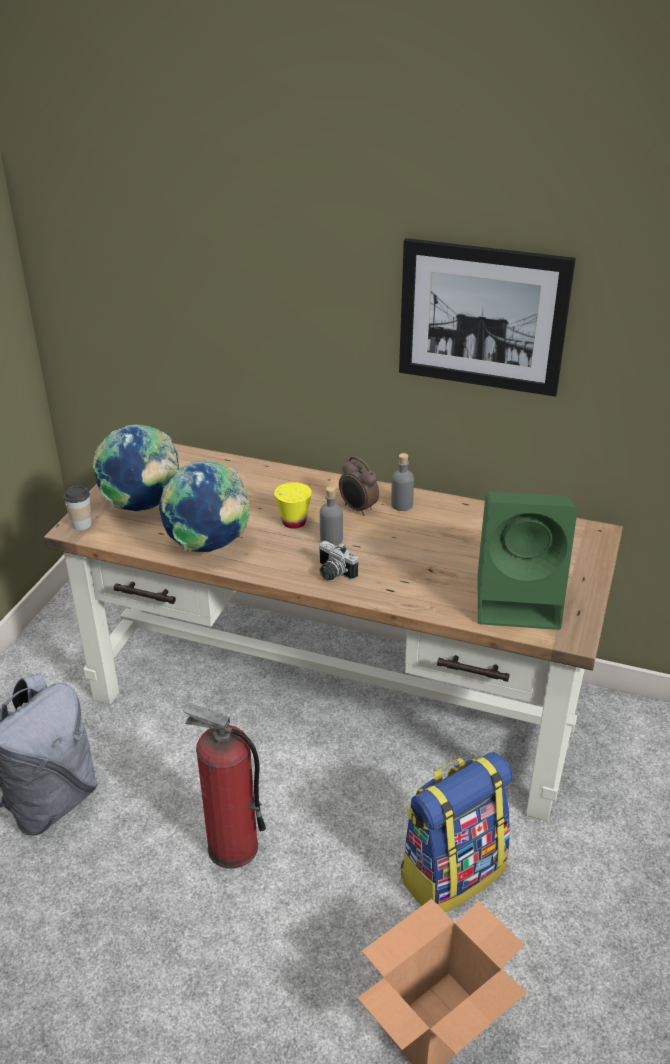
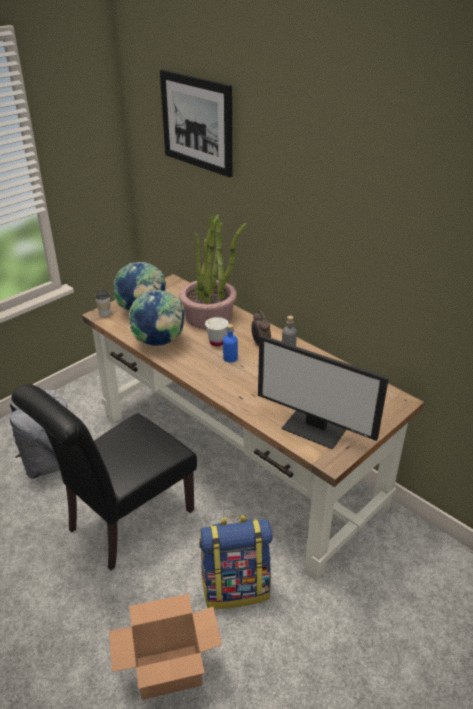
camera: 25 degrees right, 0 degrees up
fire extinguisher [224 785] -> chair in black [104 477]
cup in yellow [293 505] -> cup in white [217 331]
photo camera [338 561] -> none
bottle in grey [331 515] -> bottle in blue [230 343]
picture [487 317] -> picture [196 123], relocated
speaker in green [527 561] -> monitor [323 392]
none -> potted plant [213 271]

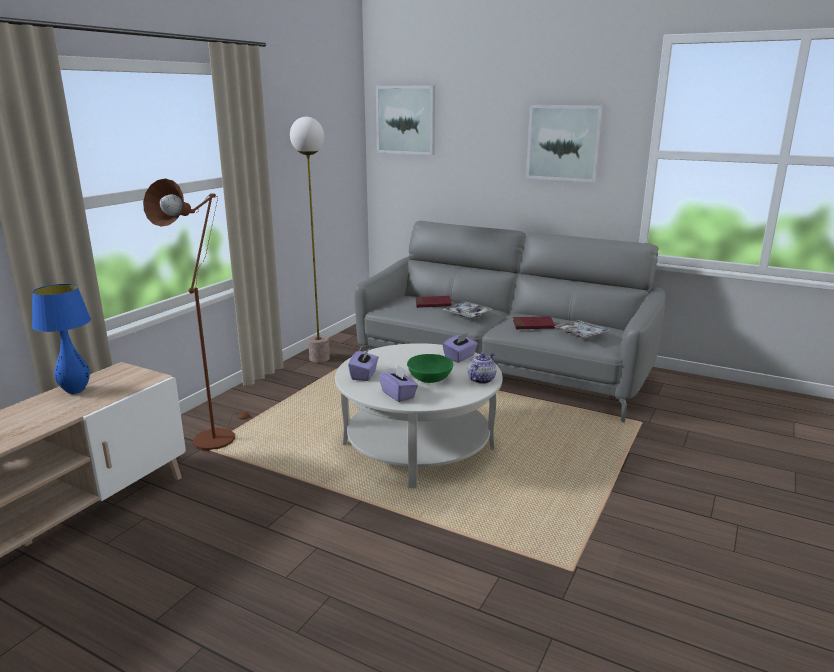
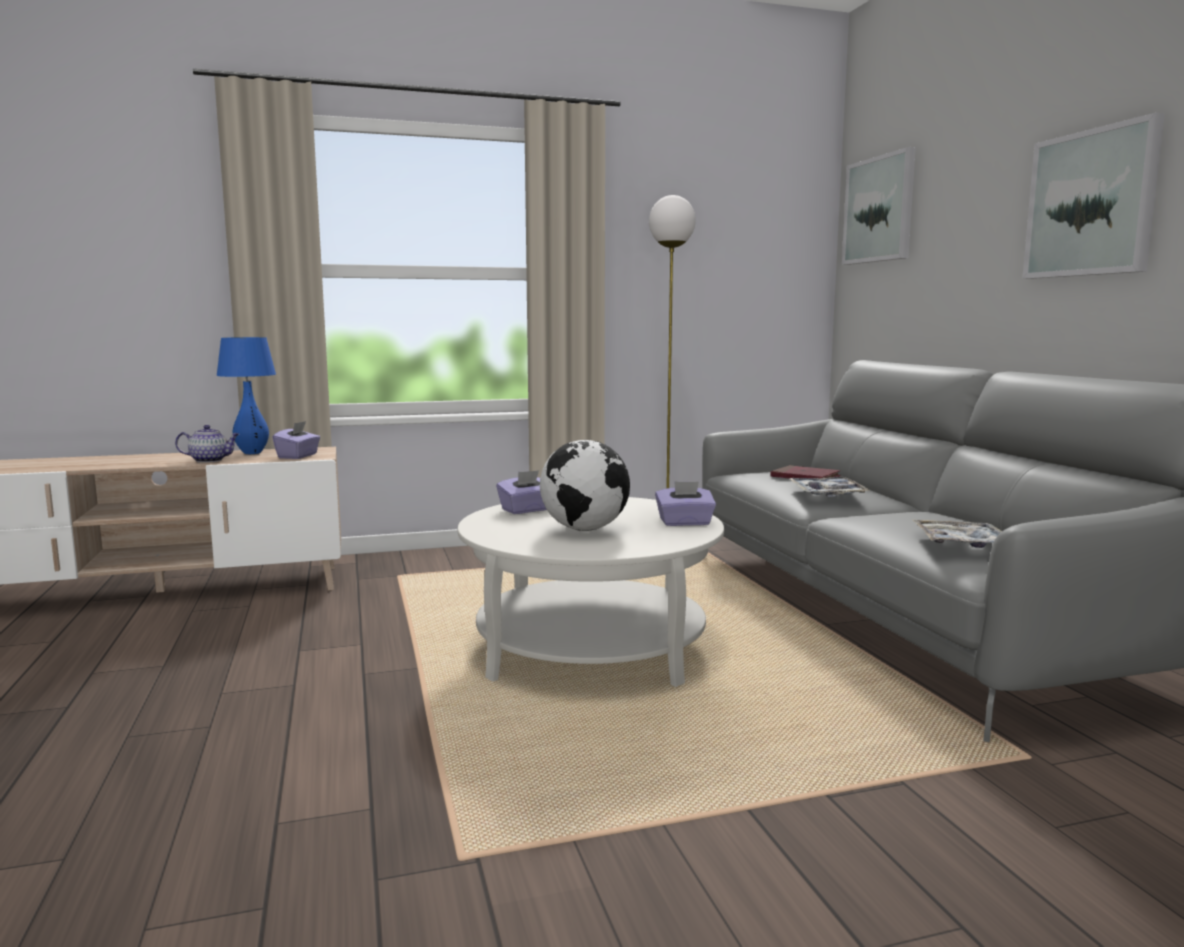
camera: 45 degrees right, 10 degrees down
floor lamp in brown [196 314] -> none
tissue box in purple [398 383] -> tissue box in purple [296 440], relocated
bowl in green [430 368] -> globe [585 485]
teapot [482 369] -> teapot [207 444], relocated
book in red [534 322] -> none

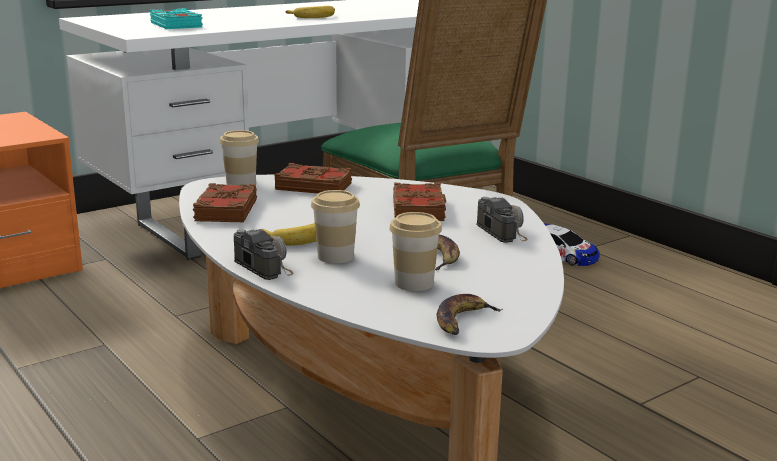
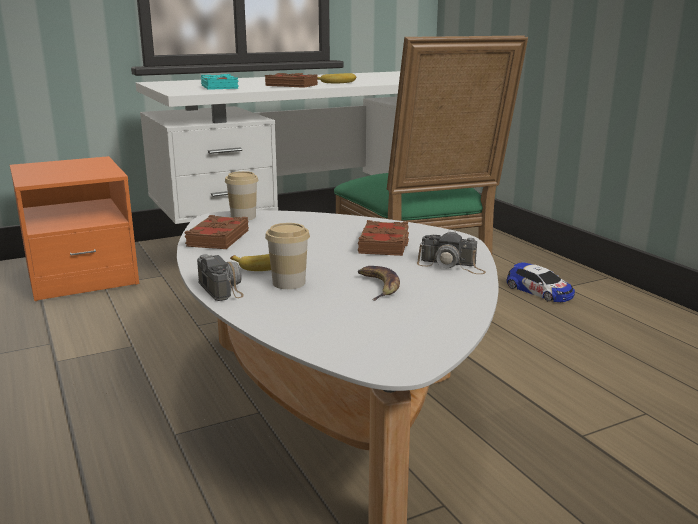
camera: 10 degrees right, 0 degrees up
book in brown [313 178] -> book in brown [291 80], relocated
cup [415 251] -> none
banana [470 314] -> none
photo camera [502 220] -> photo camera [451 252], 120 degrees clockwise

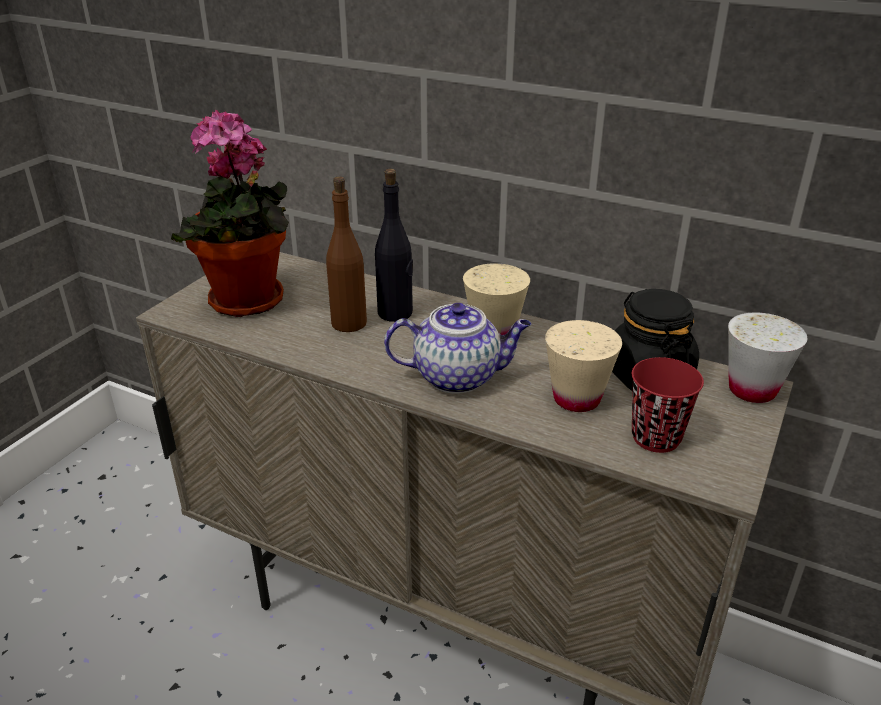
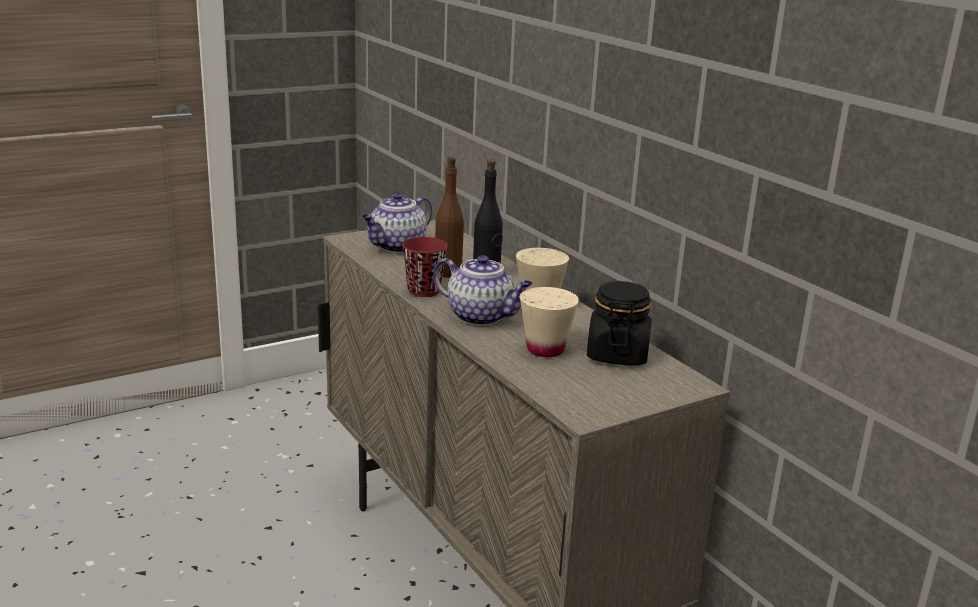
camera: 30 degrees right, 10 degrees down
potted plant [230 213] -> teapot [397 223]
cup in red [668 405] -> cup in red [425 267], relocated
cup in white [767 358] -> none

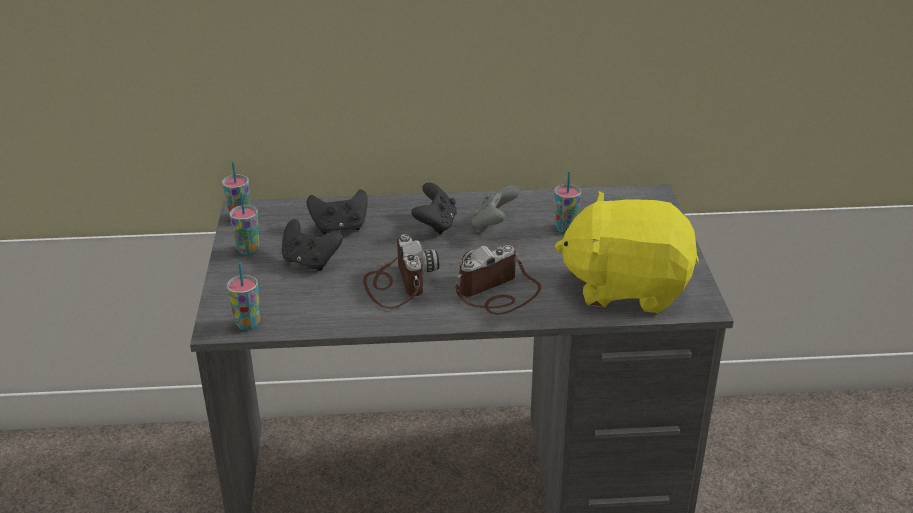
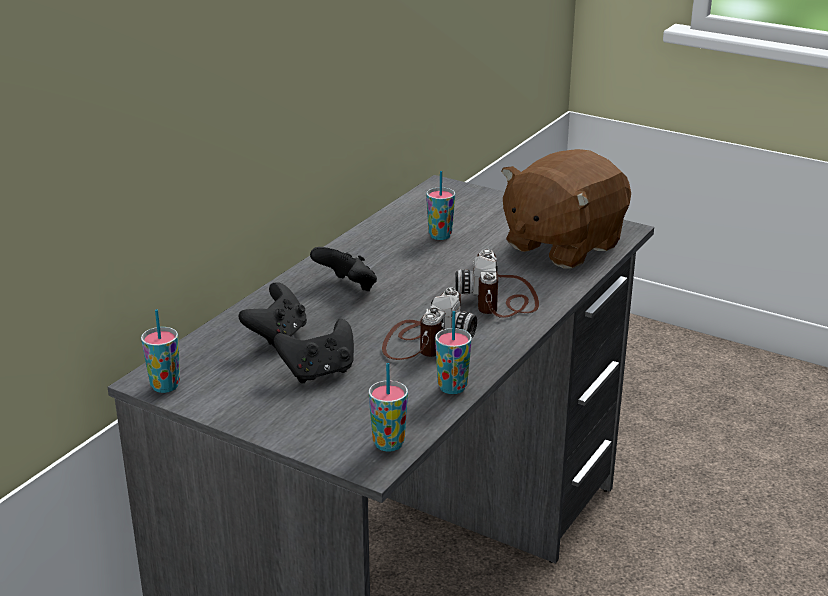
camera: 55 degrees left, 5 degrees down
cup [245 223] -> cup [453 352], relocated
photo camera [401 271] -> photo camera [429 324], 90 degrees clockwise
game controller in grey [495 209] -> none
plush toy in yellow [627 252] -> plush toy in brown [566 209]

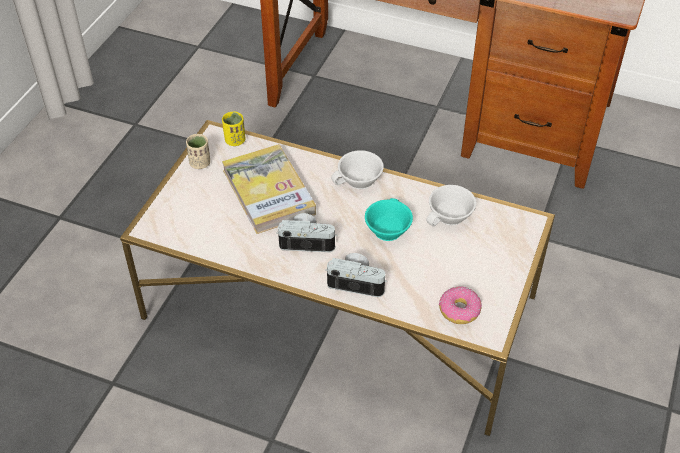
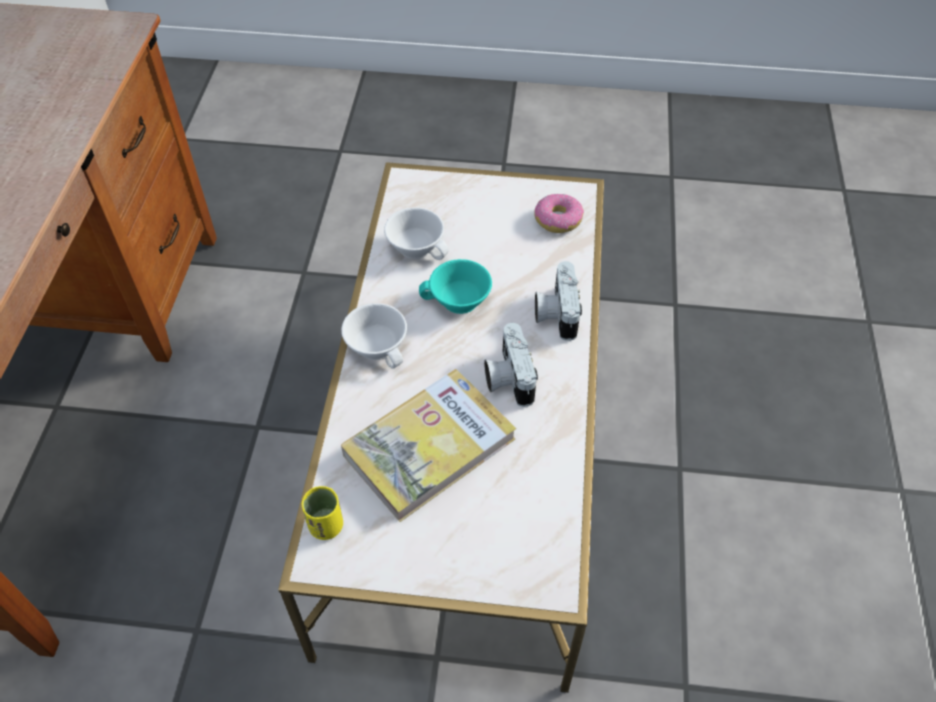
camera: 105 degrees left, 5 degrees up
cup in beige [198 151] -> none

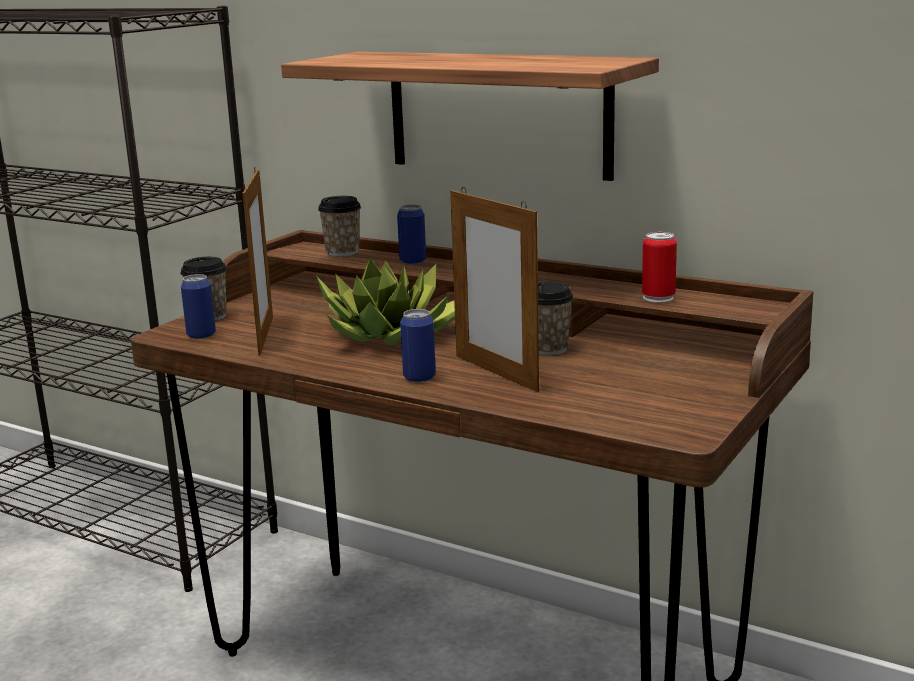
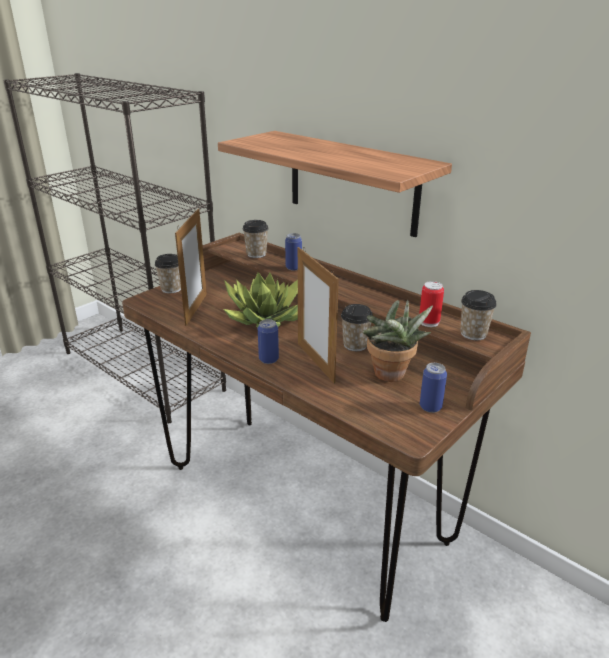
camera: 10 degrees right, 10 degrees up
can [198 306] -> can [433 388], relocated
none -> potted plant [397 341]
none -> cup [479 315]

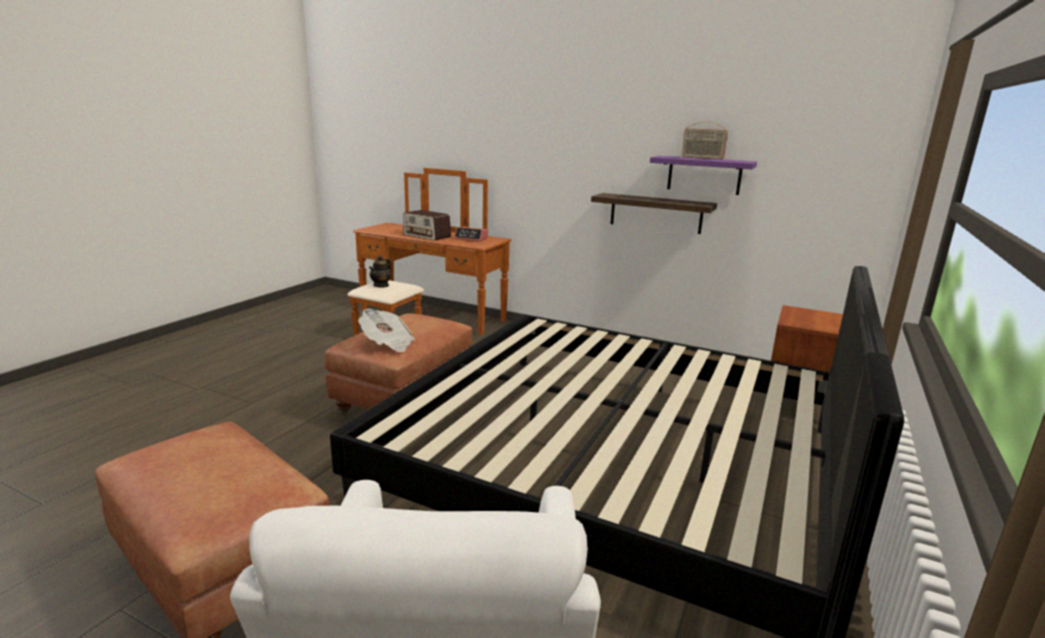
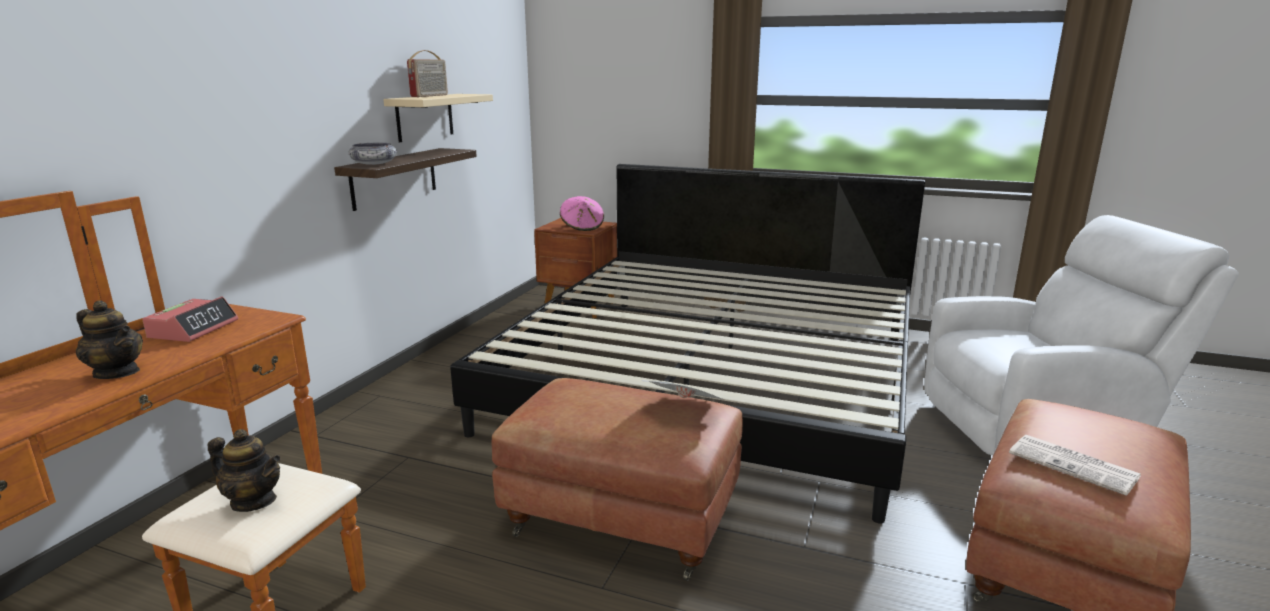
camera: 95 degrees left, 0 degrees up
radio [427 225] -> teapot [109 339]
shelf in purple [703 175] -> shelf in beige [438 118]
none -> bowl [372 154]
none -> hat in pink [582 213]
none -> newspaper [1075 465]

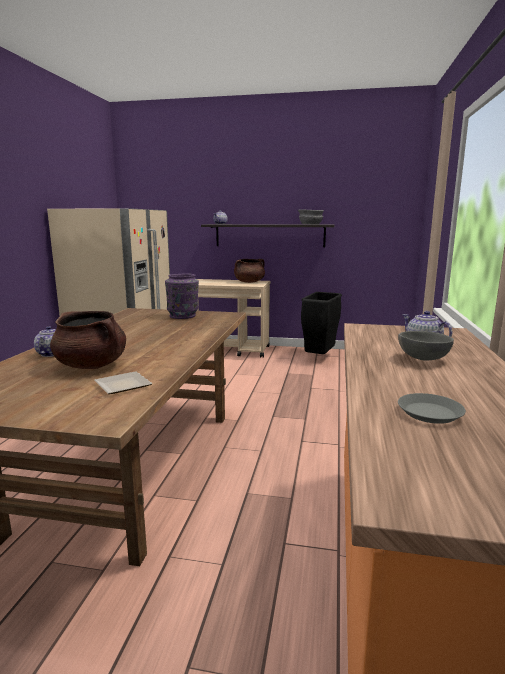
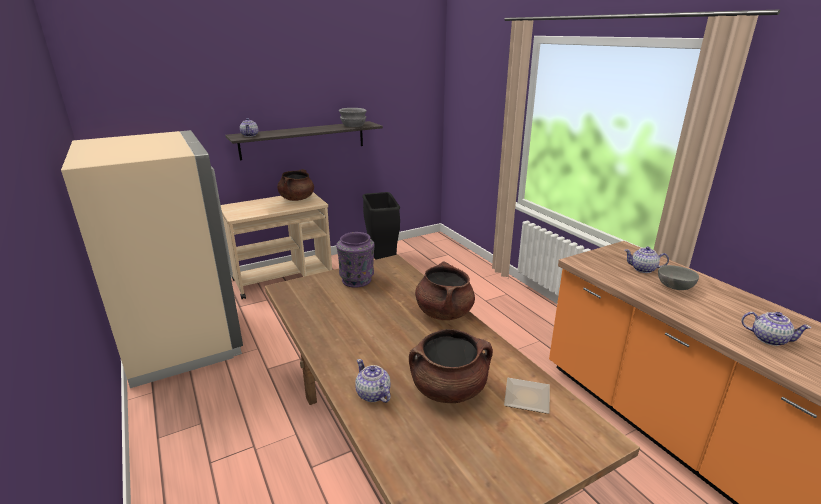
camera: 40 degrees left, 10 degrees up
plate in grey [432 408] -> teapot [776 329]
none -> cooking pot in brown [445 290]

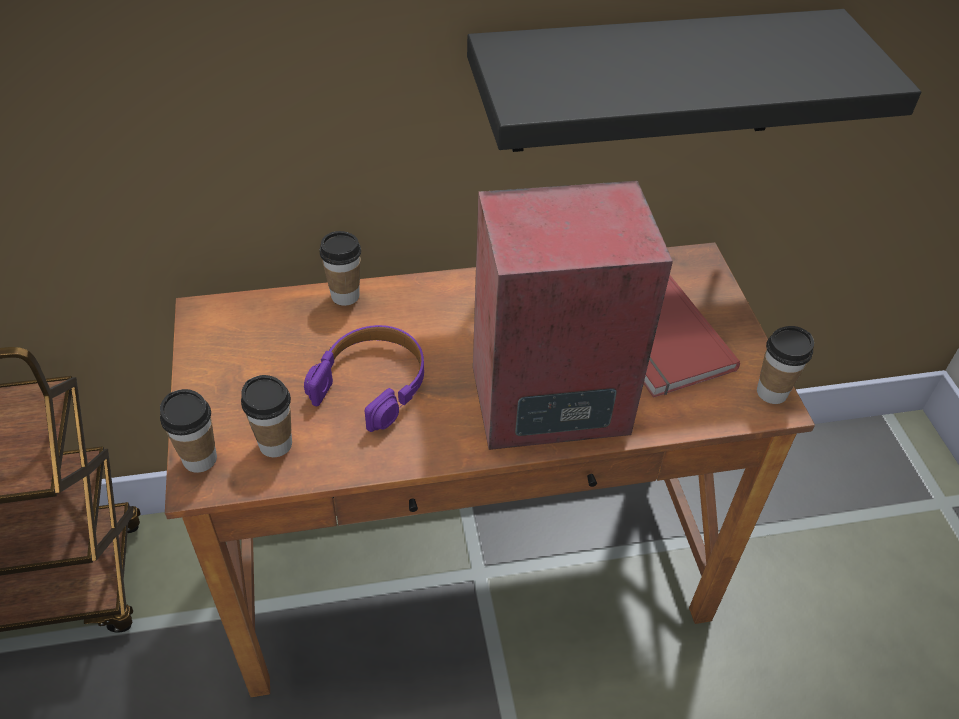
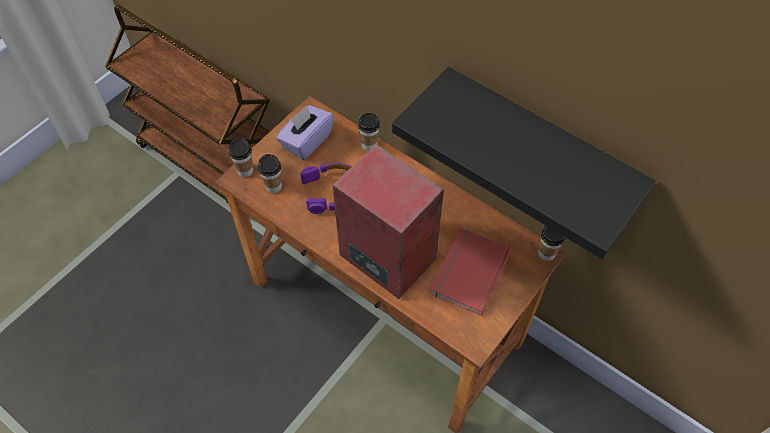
camera: 50 degrees right, 10 degrees up
cup [785 365] -> cup [552 243], relocated
none -> tissue box in purple [305 132]

